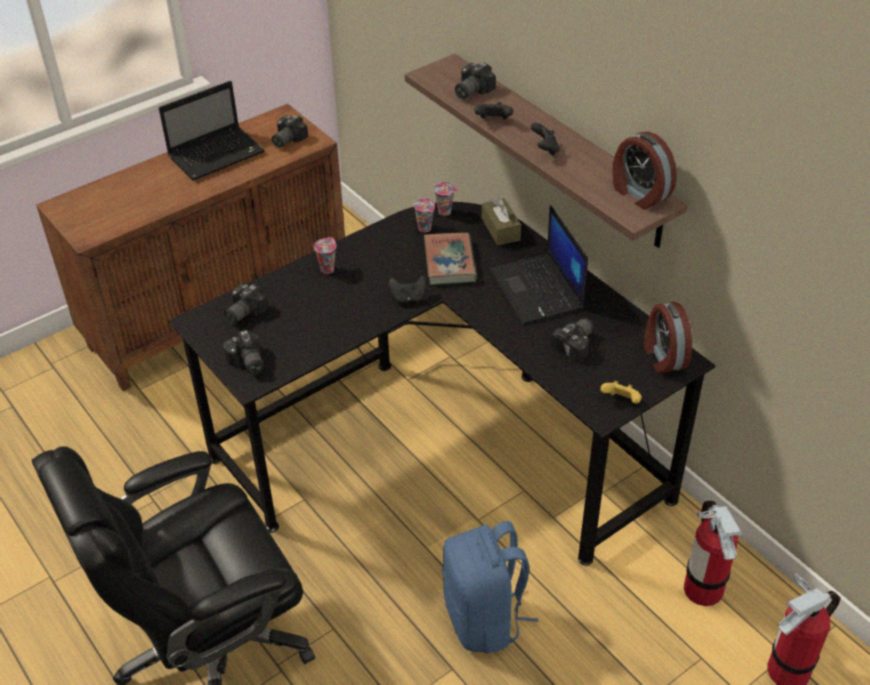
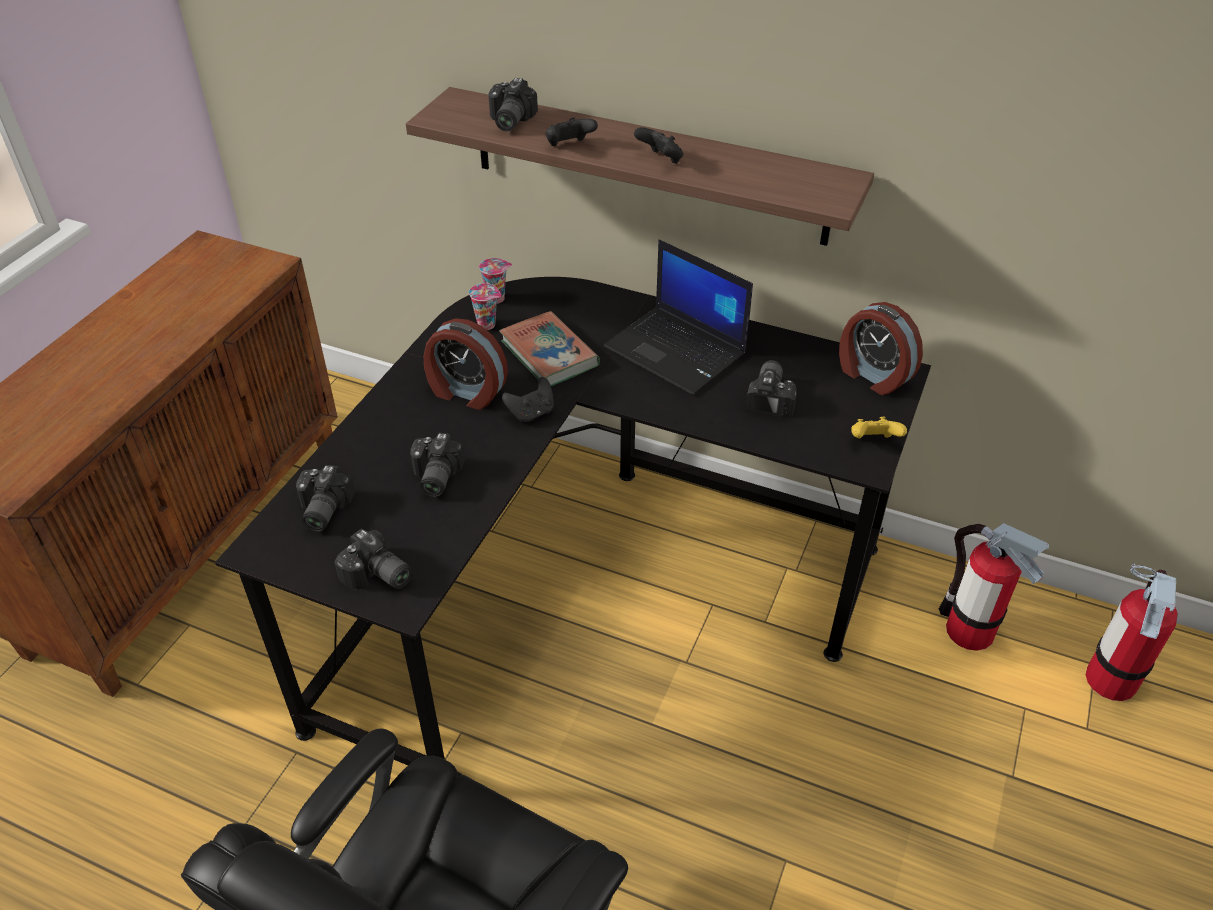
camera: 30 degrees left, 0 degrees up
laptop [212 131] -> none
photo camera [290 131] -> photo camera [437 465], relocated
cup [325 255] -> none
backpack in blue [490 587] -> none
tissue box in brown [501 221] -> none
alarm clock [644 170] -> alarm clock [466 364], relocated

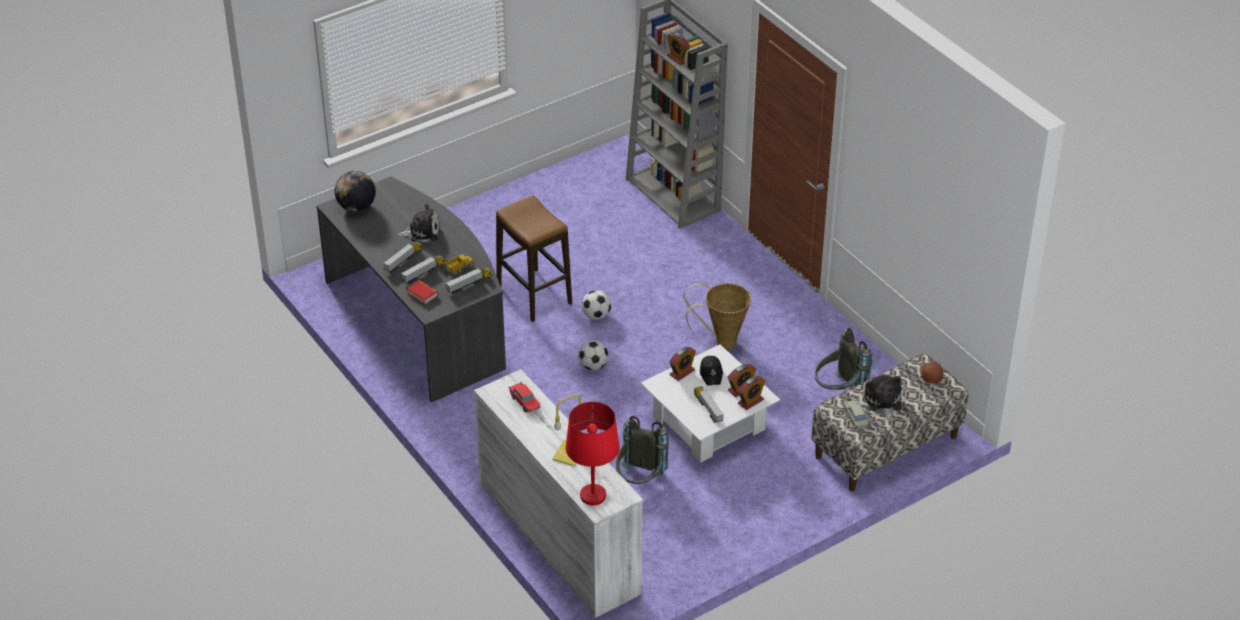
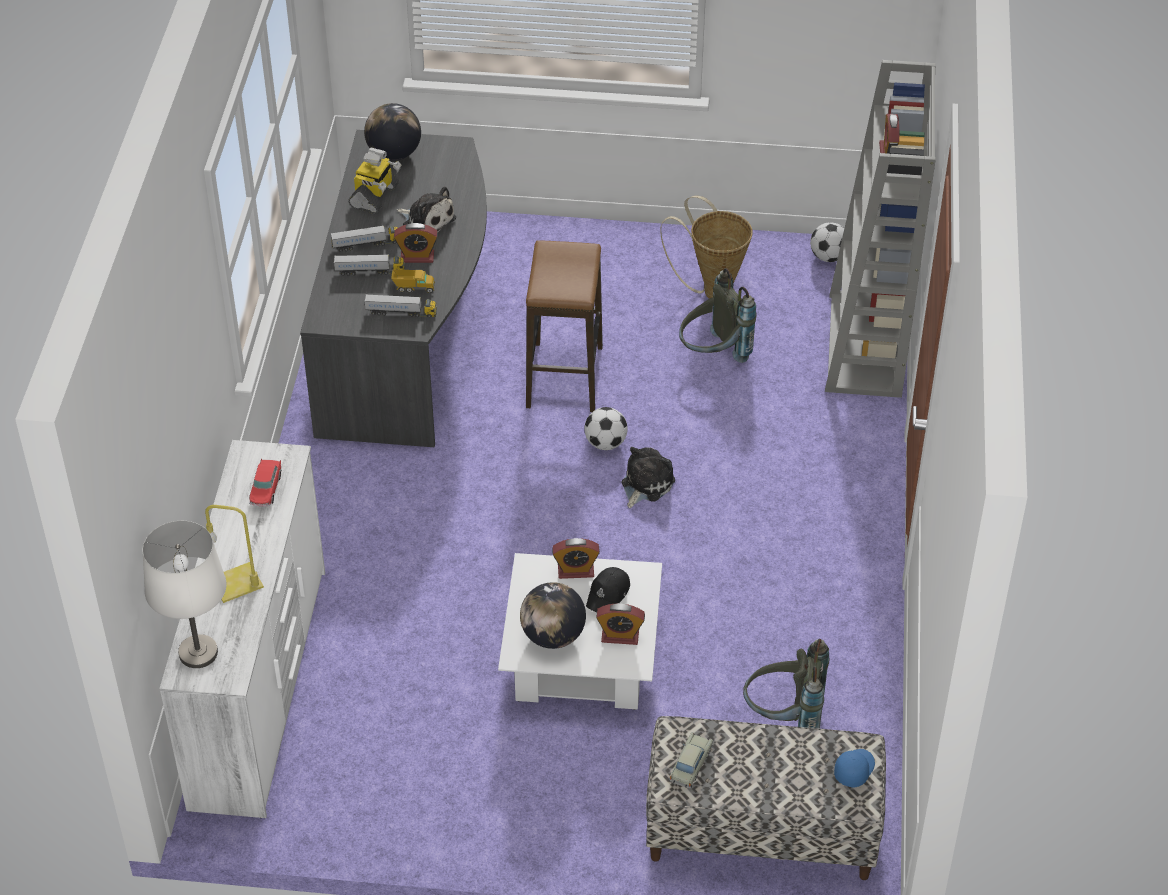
camera: 40 degrees right, 5 degrees up
book [422 292] -> none
table lamp in red [593 453] -> table lamp in white [184 594]
football [593 355] -> football [827 242], relocated
backpack in grey [642 450] -> backpack in grey [718 315], relocated
basket [717 316] -> basket [706 247], relocated
toy truck [709 404] -> globe [553 615]
alarm clock [752 393] -> alarm clock [416 243], relocated
plush toy [883 398] -> plush toy [648 477], relocated
cap in brown [931 373] -> cap in blue [854 768]
none -> toy robot [374 180]

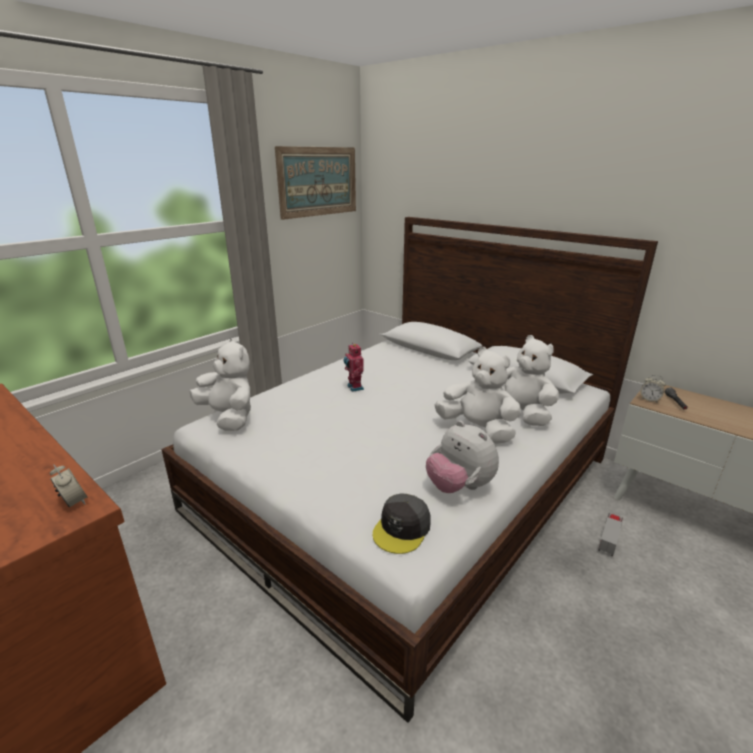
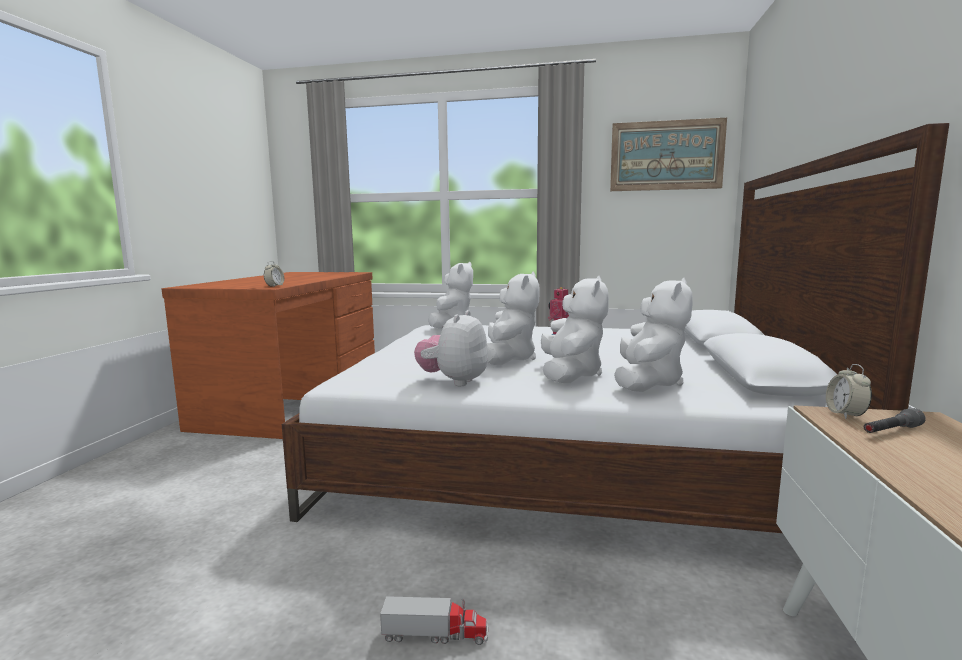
camera: 60 degrees right, 15 degrees down
cap in grey [402 523] -> none
toy truck [610 534] -> toy truck [434 620], relocated
none -> plush toy in white [513 318]

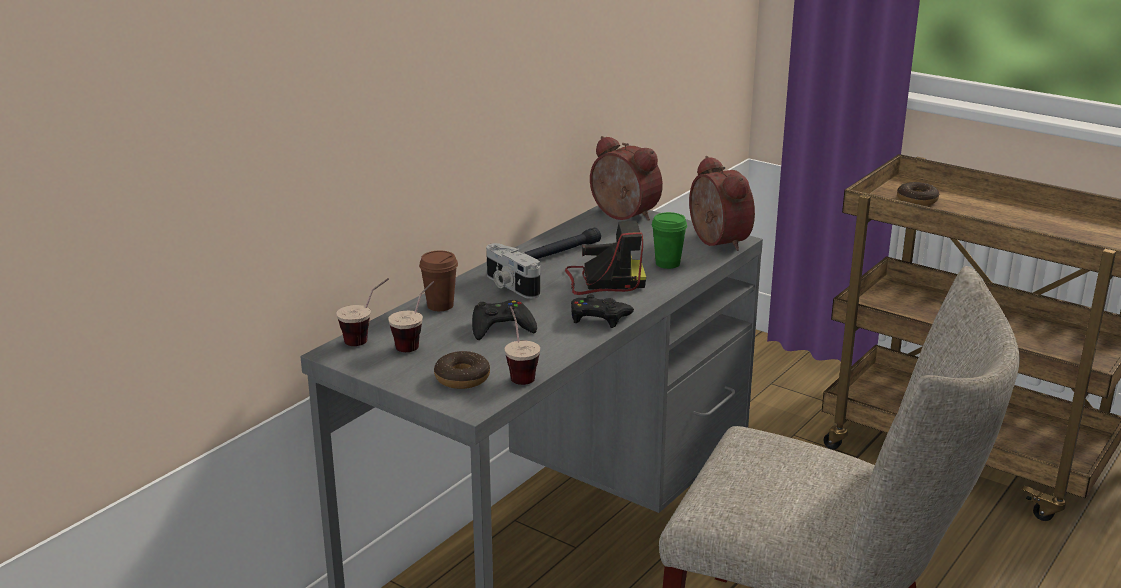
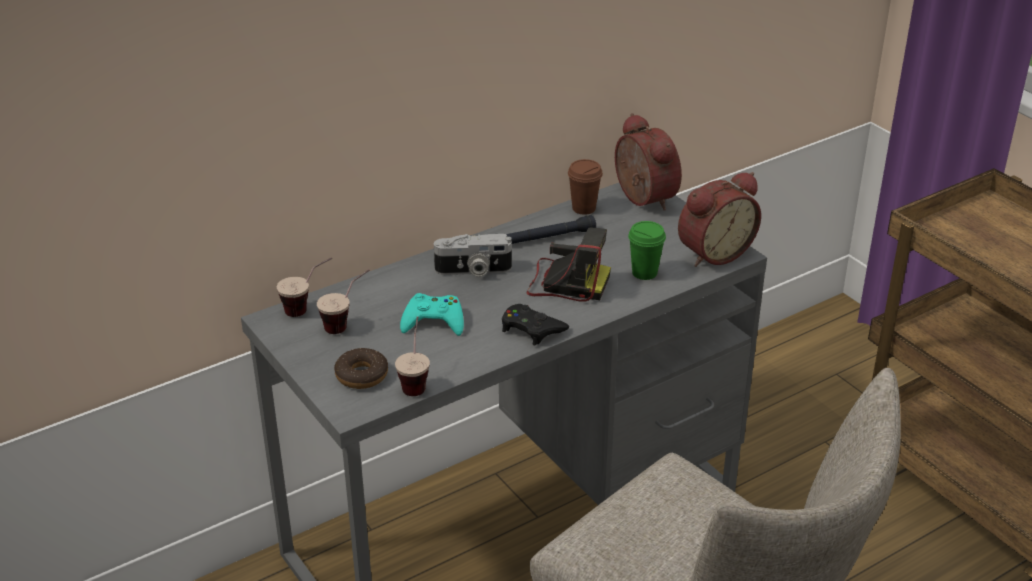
camera: 20 degrees right, 10 degrees up
cup in brown [438 281] -> cup in brown [585 187], relocated
game controller in black [504 320] -> game controller in turquoise [432 314]
photo camera [513 271] -> photo camera [473 255], 75 degrees counterclockwise
alarm clock [722 203] -> alarm clock [719 219], 60 degrees clockwise
donut [918 194] -> none

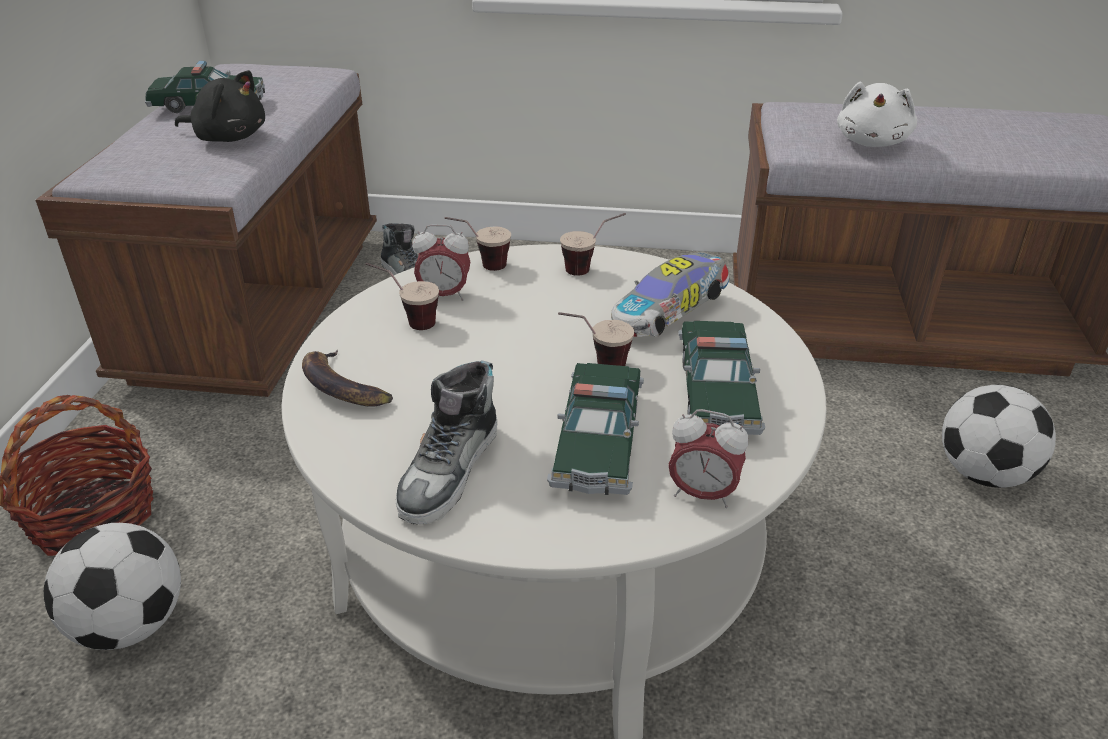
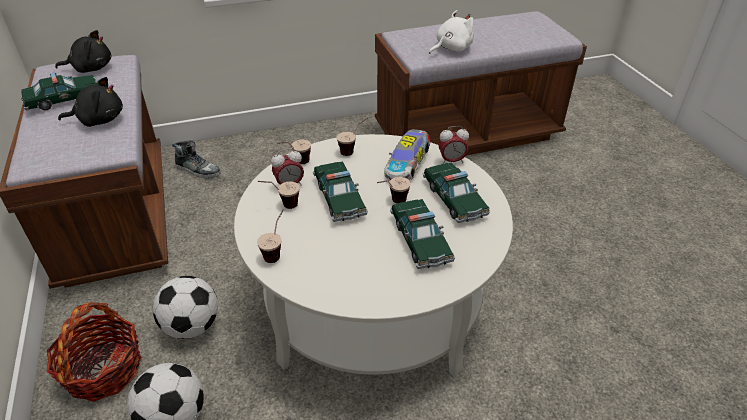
camera: 25 degrees left, 5 degrees up
banana [347 378] -> cup [270 236]
shoe [446 442] -> none
alarm clock [708 458] -> alarm clock [453 145], relocated
plush toy in white [877 114] -> plush toy in white [451 32], 120 degrees counterclockwise
football [999 436] -> football [185 307], relocated
none -> plush toy in black [83 51]
none -> toy car [340 191]

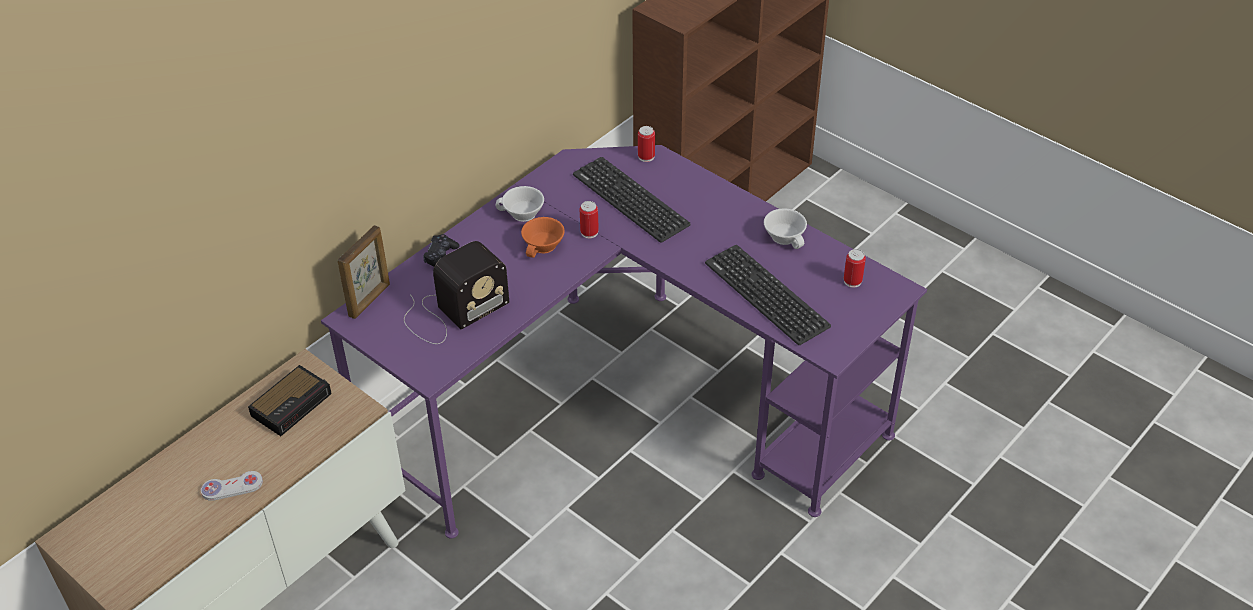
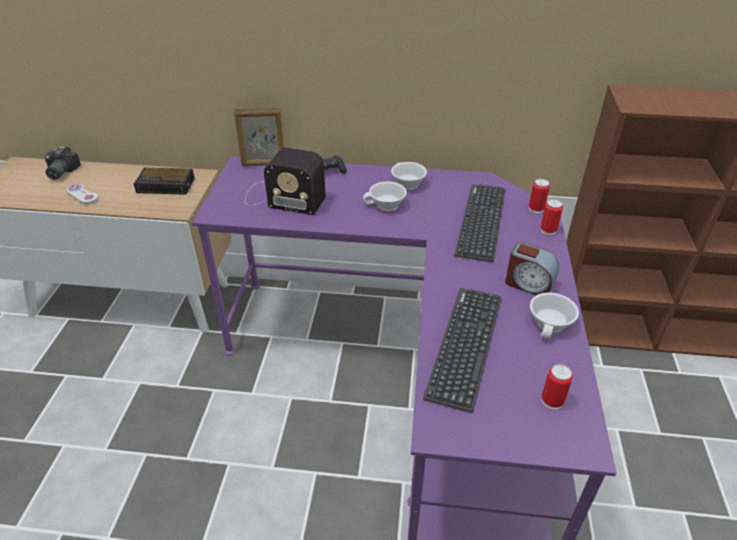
camera: 55 degrees right, 5 degrees down
cup in orange [543 237] -> cup in white [385 196]
can [589 219] -> can [551 217], relocated
none -> photo camera [63 163]
none -> alarm clock [532 268]

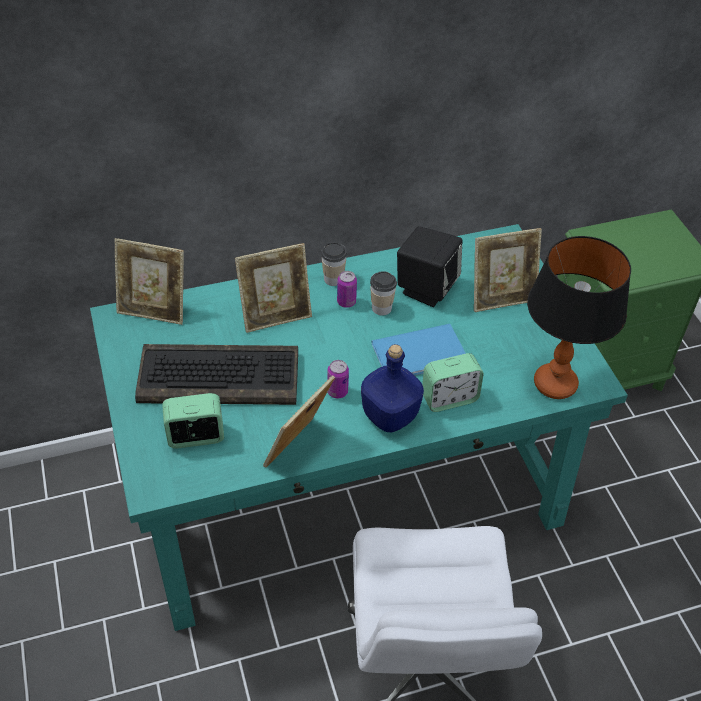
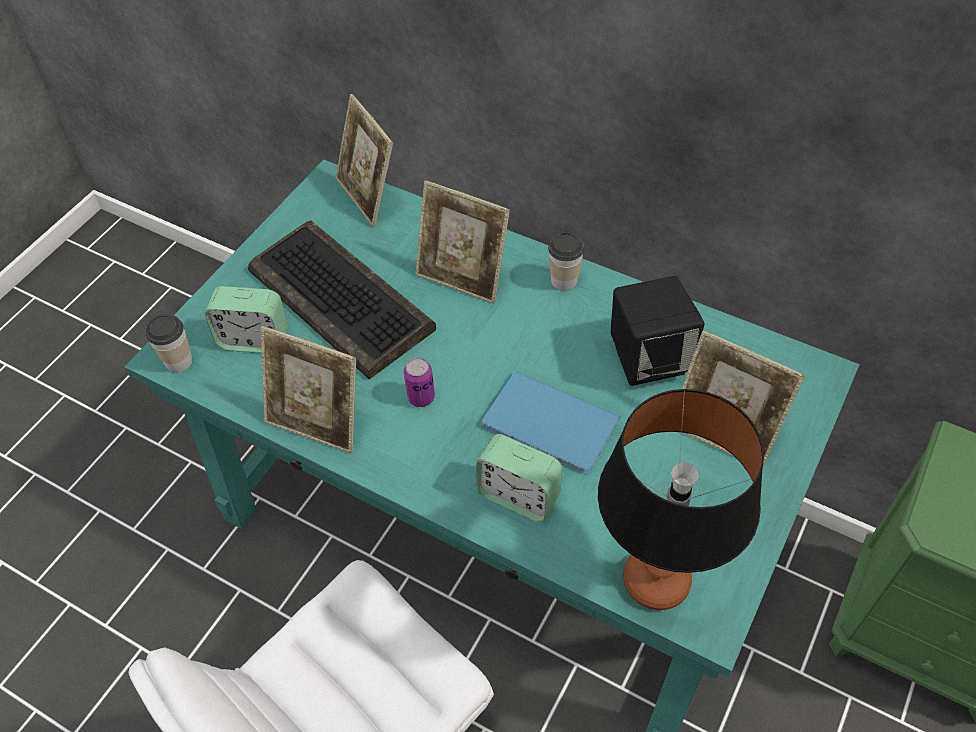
camera: 50 degrees right, 5 degrees up
alarm clock [193 421] -> alarm clock [246 319], 150 degrees clockwise
picture frame [299 421] -> picture frame [308 390], 150 degrees counterclockwise
can [347 289] -> none
bottle in blue [392 388] -> none
cup [383 293] -> cup [169 343], relocated

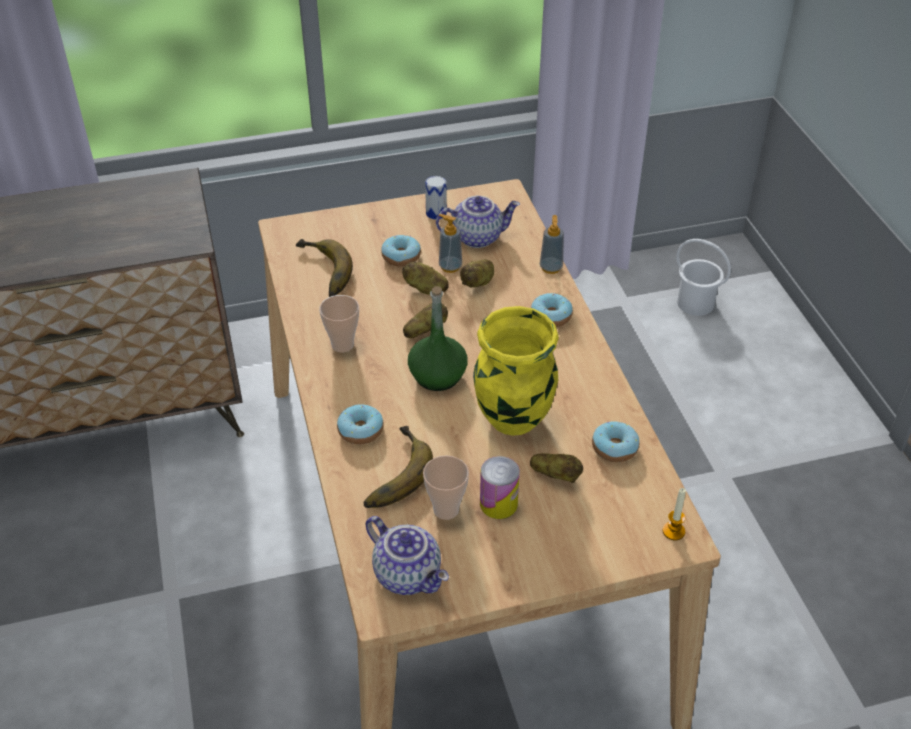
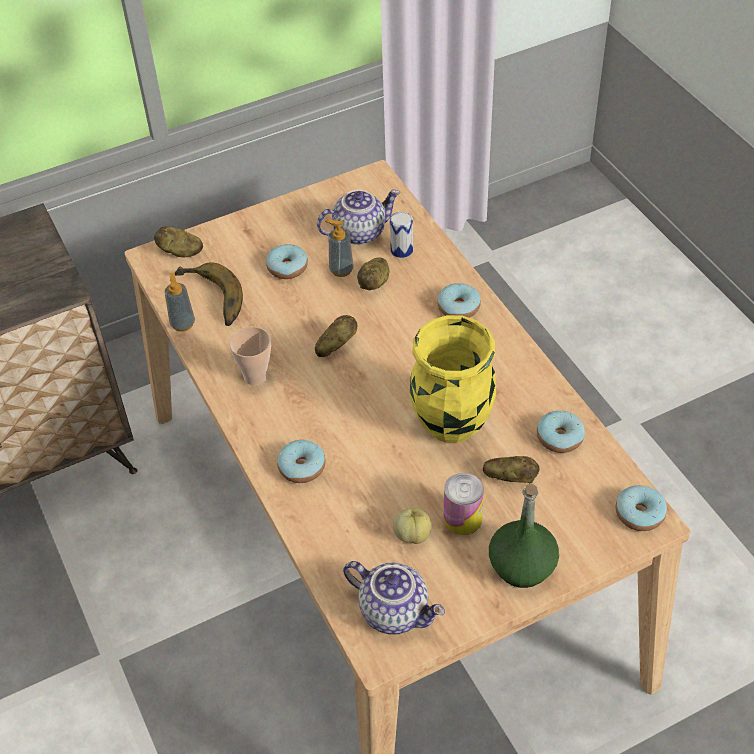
camera: 10 degrees left, 5 degrees up
banana [398 467] -> none
potato [425 278] -> potato [178 241], relocated
bottle in green [438 338] -> bottle in green [524 536], relocated
cup [446 488] -> apple [412 526]
can [436 198] -> can [401 235], relocated
soap dispenser [552 244] -> soap dispenser [180 302], relocated
candle [674 514] -> donut [641 508]
bucket in white [703 277] -> none

